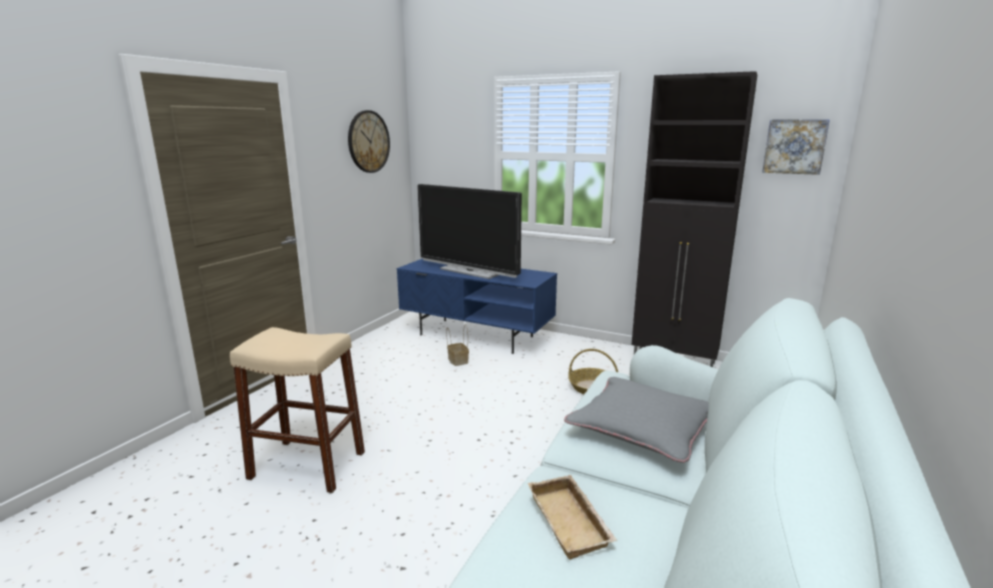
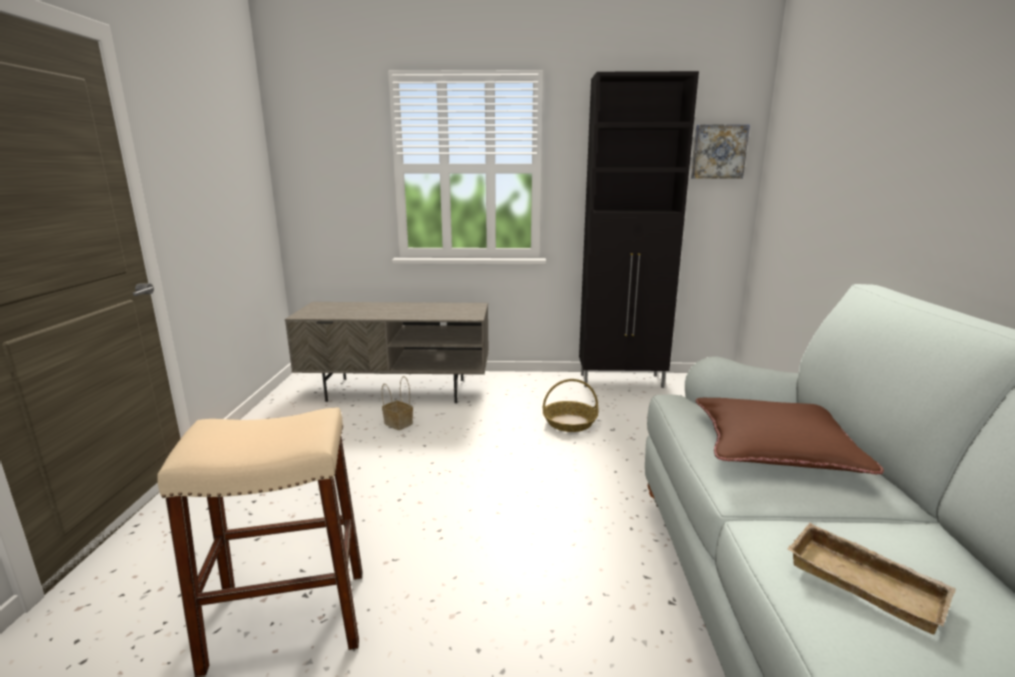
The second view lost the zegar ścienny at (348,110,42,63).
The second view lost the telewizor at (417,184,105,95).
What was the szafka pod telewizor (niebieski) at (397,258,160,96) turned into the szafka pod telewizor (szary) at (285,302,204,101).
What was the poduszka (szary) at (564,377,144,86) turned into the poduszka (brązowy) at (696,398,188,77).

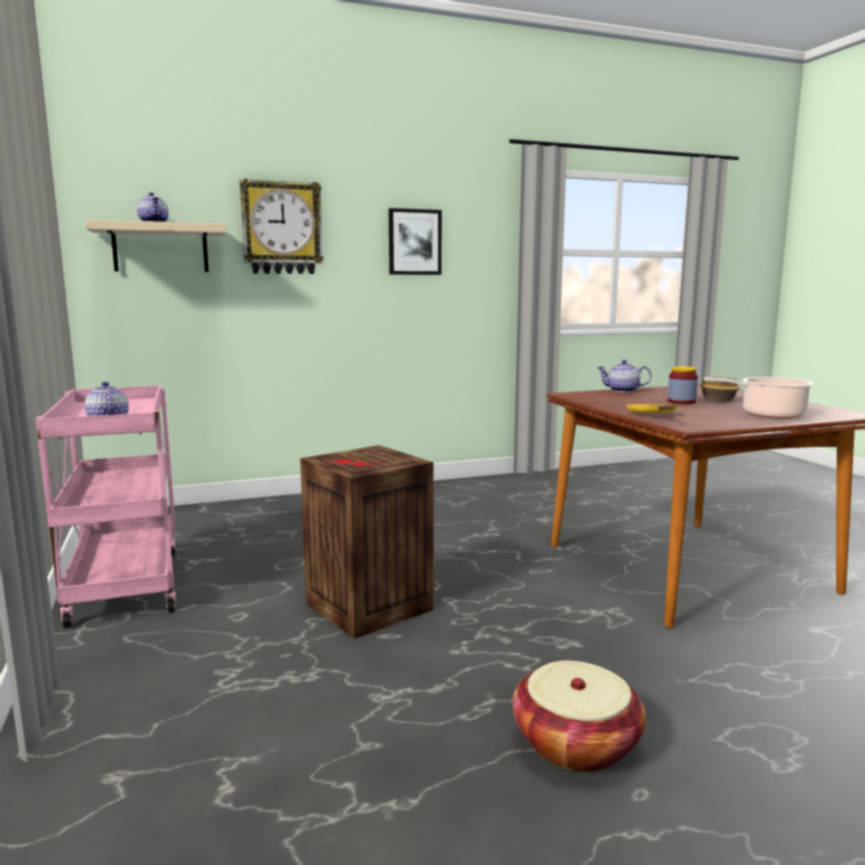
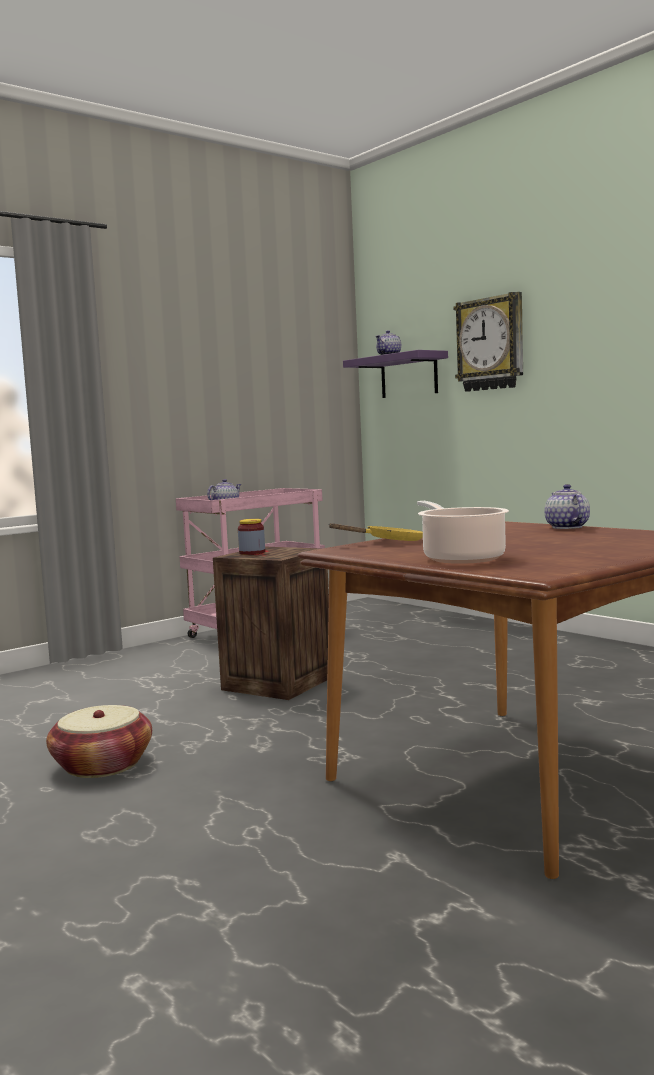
The second view lost the obraz at (389,208,53,67).
The second view lost the miska at (699,376,42,26).
The słoik ended up elsewhere, having gone from (667,366,31,38) to (238,519,27,36).
What was the półka (beżowy) at (85,220,141,52) turned into the półka (fioletowy) at (343,350,105,48).

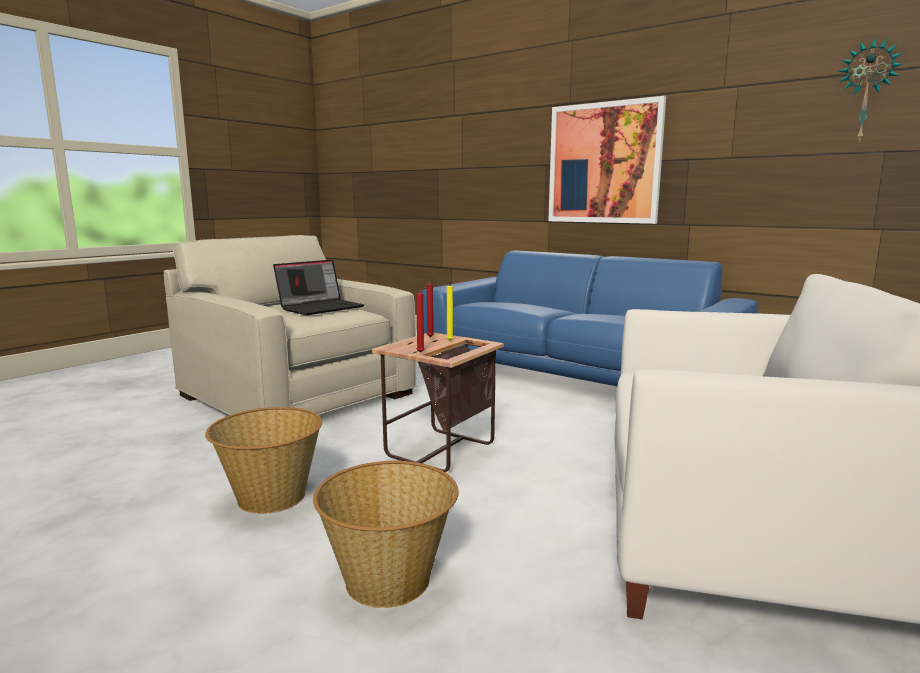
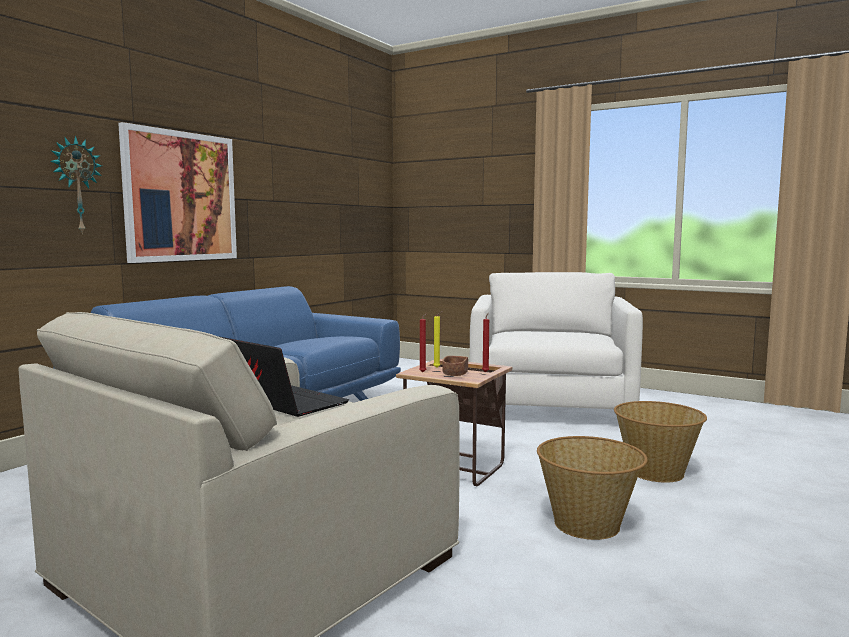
The second view gained the miska (brązowy) at (442,356,26,20).
The zegar ścienny ended up elsewhere, having gone from (838,38,65,105) to (50,136,52,98).

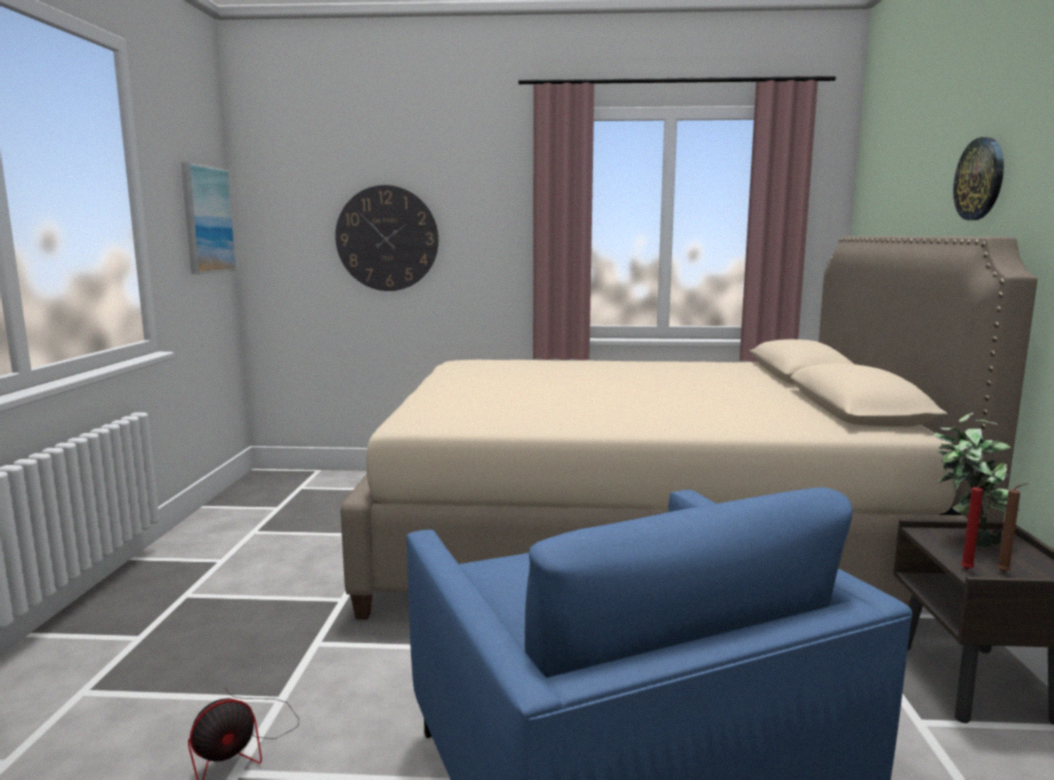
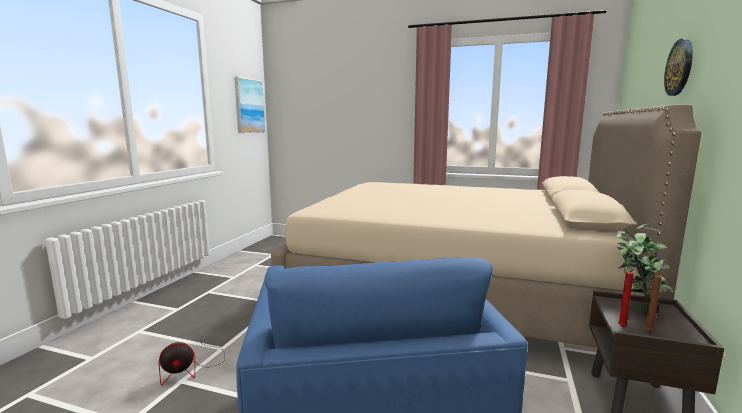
The second view lost the zegar ścienny at (335,185,104,106).

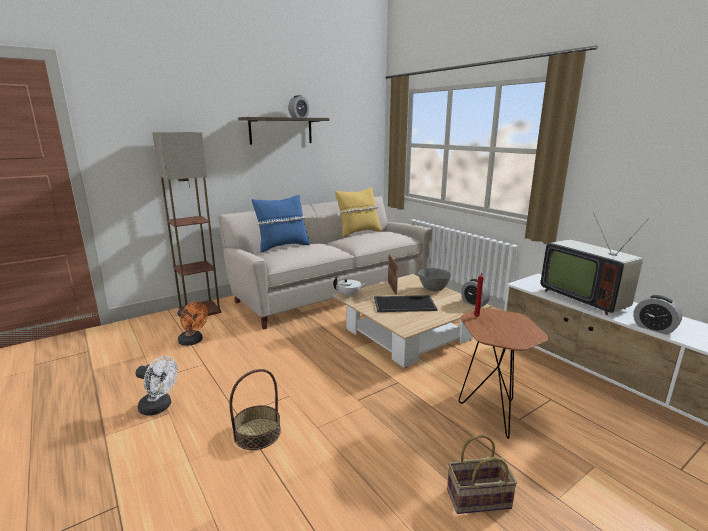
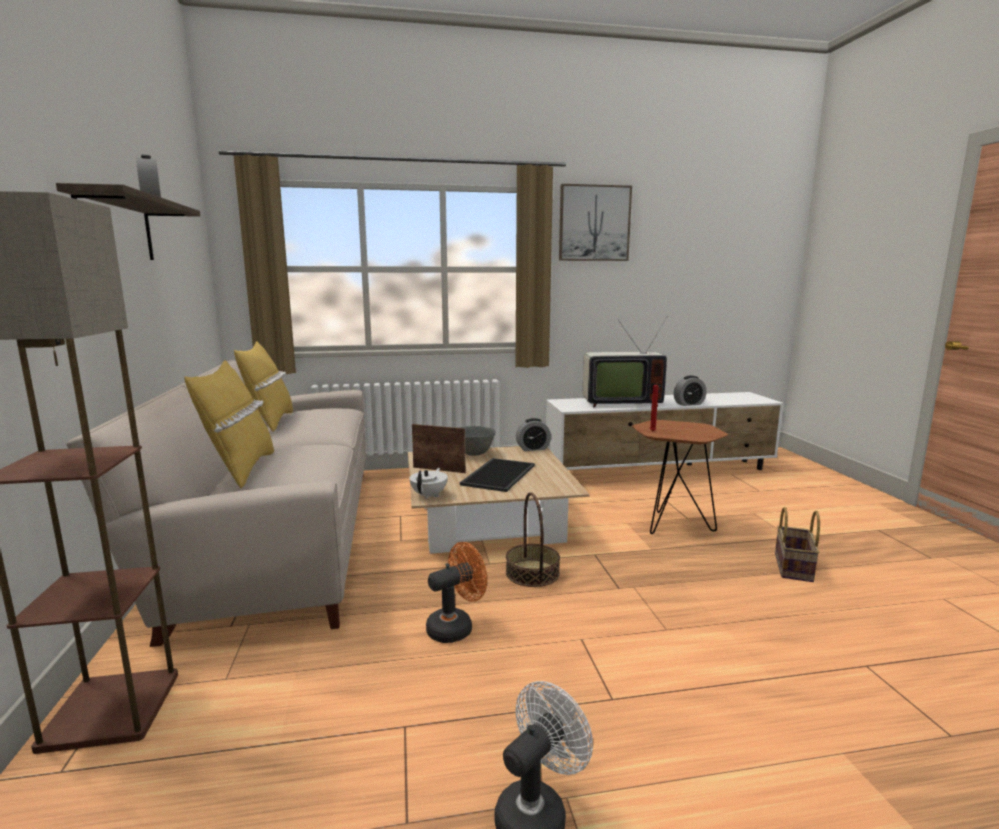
The second view gained the obraz at (559,184,73,77).
The wentylator (pomarańczowy) ended up elsewhere, having gone from (178,301,30,45) to (426,542,61,101).
The koszyk ended up elsewhere, having gone from (229,369,52,81) to (506,492,54,95).
What was the poduszka (niebieski) at (252,195,58,58) turned into the poduszka (żółty) at (184,360,90,128).

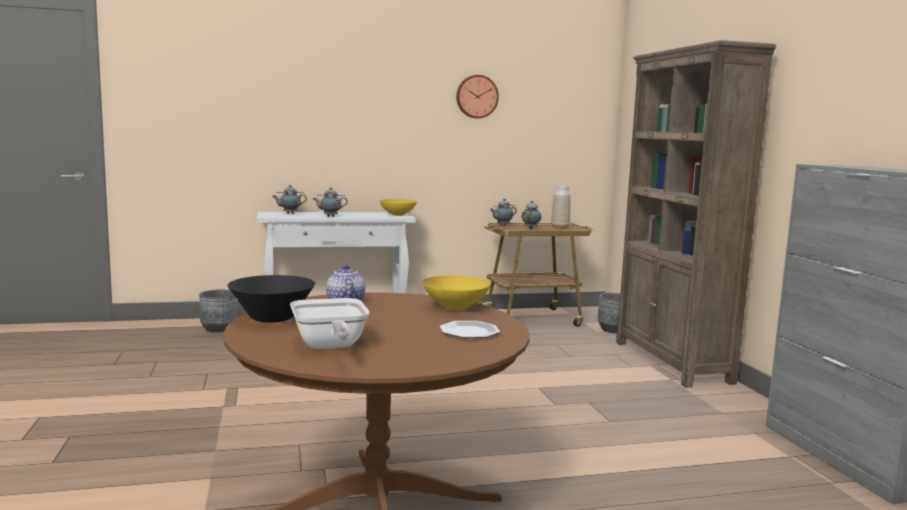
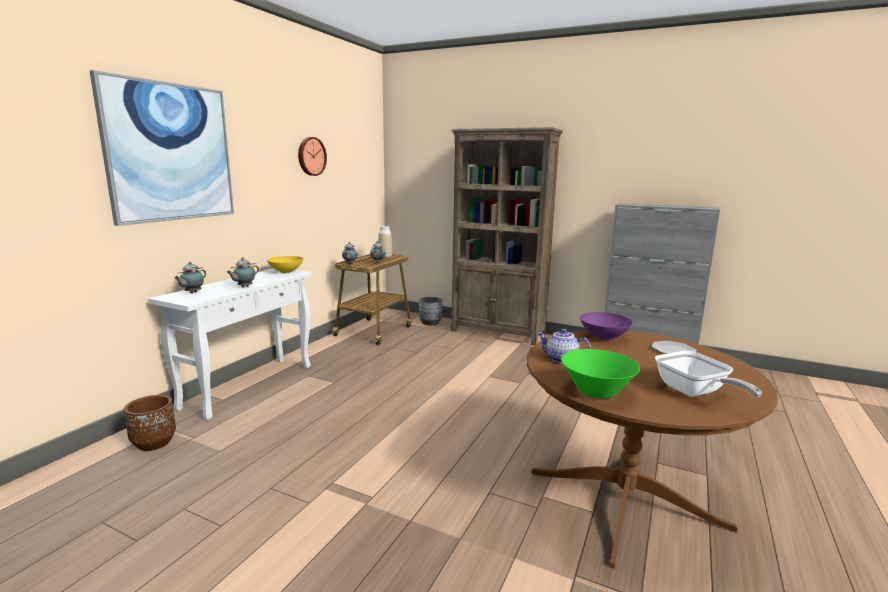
The second view gained the obraz at (90,70,144,156).
What was the donica (szary) at (199,290,38,43) turned into the donica (brązowy) at (124,395,52,56).
What was the miska (czarny) at (227,275,88,48) turned into the miska (zielony) at (561,349,79,50).
What was the miska (żółty) at (423,276,68,34) turned into the miska (fioletowy) at (580,312,52,28).
The patelnia at (290,298,80,51) ended up facing another way, 45 degrees clockwise from before.

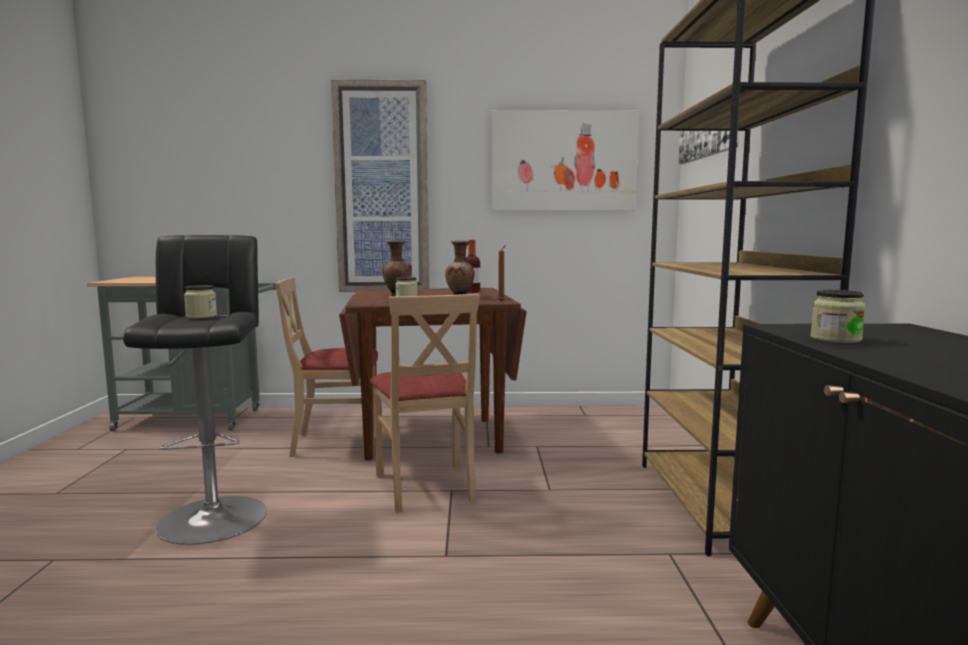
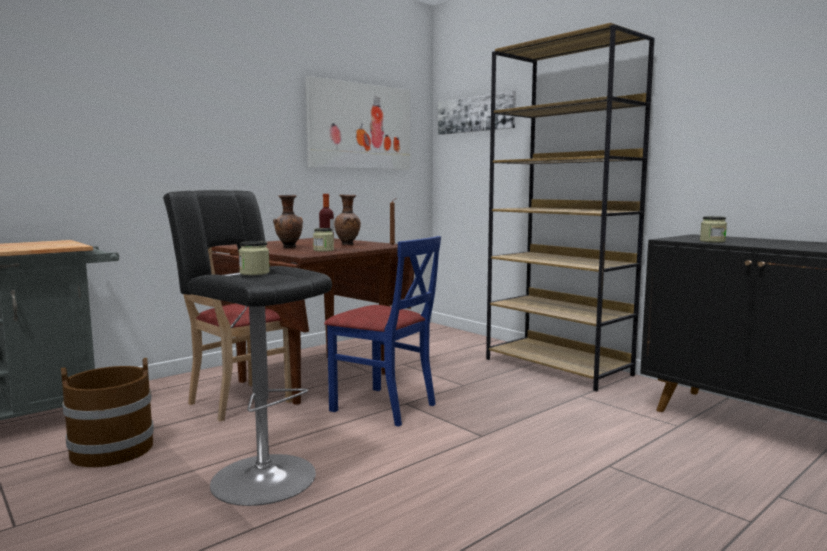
The second view lost the obraz at (331,80,98,212).
The second view gained the wiadro (brązowy) at (61,358,93,109).
What was the krzesło (beżowy) at (370,294,110,219) turned into the krzesło (niebieski) at (324,236,117,191).

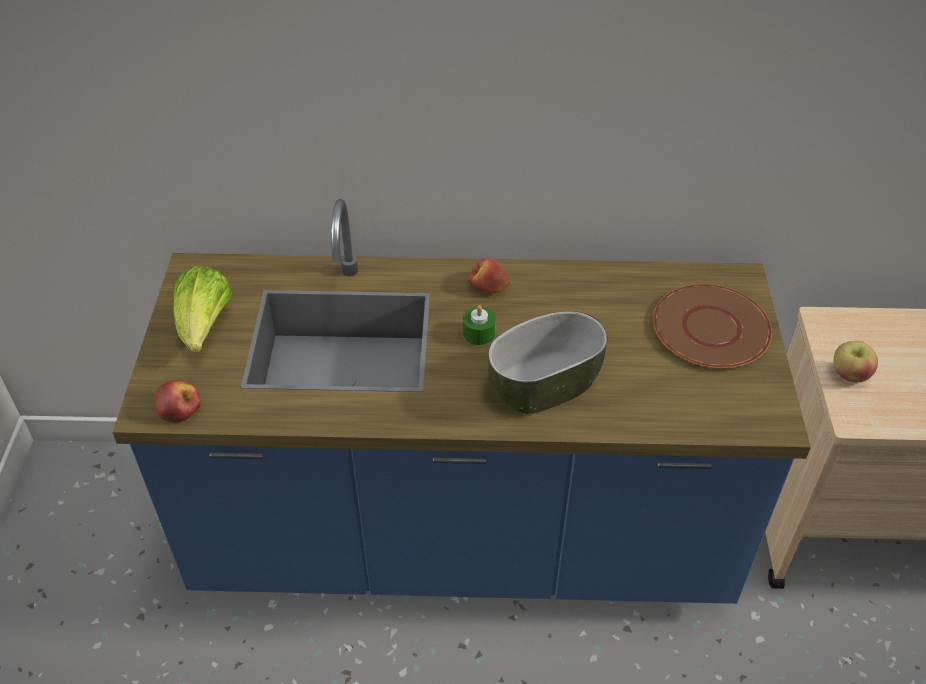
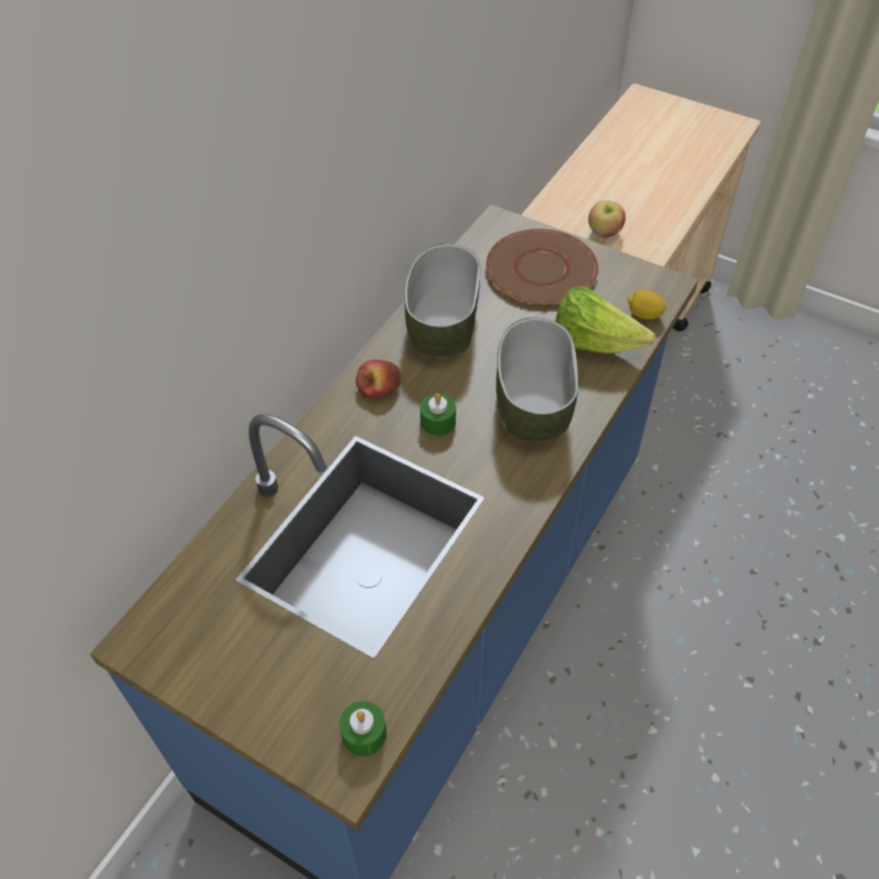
The second view gained the miska at (404,244,76,112).
The second view gained the cytryna at (627,290,39,30).
The sałata ended up elsewhere, having gone from (173,266,59,86) to (555,286,101,67).
Where the jabłko stood at (155,380,45,43), the świeca (zielony) came to stand at (339,701,48,55).

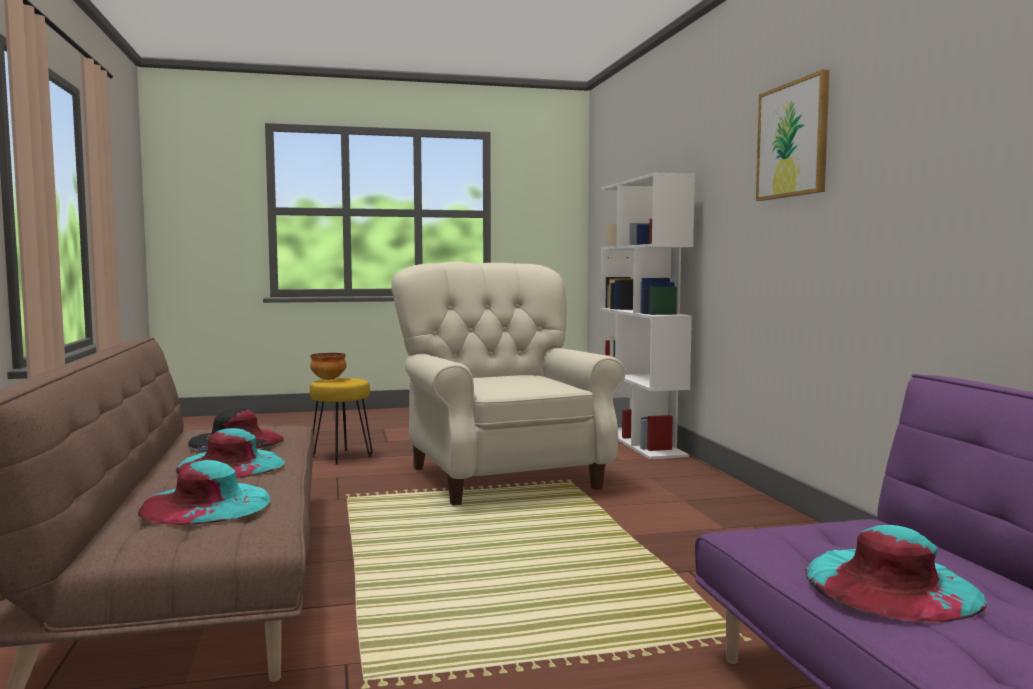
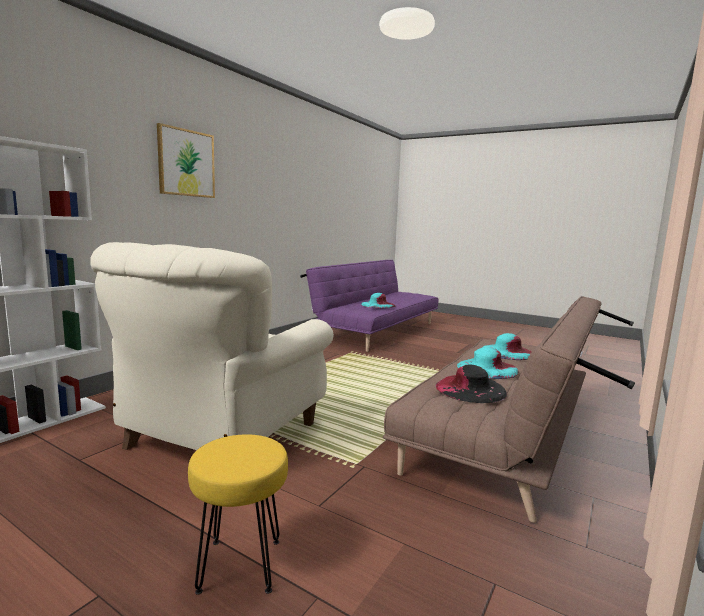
The second view lost the miska at (310,353,36,27).

